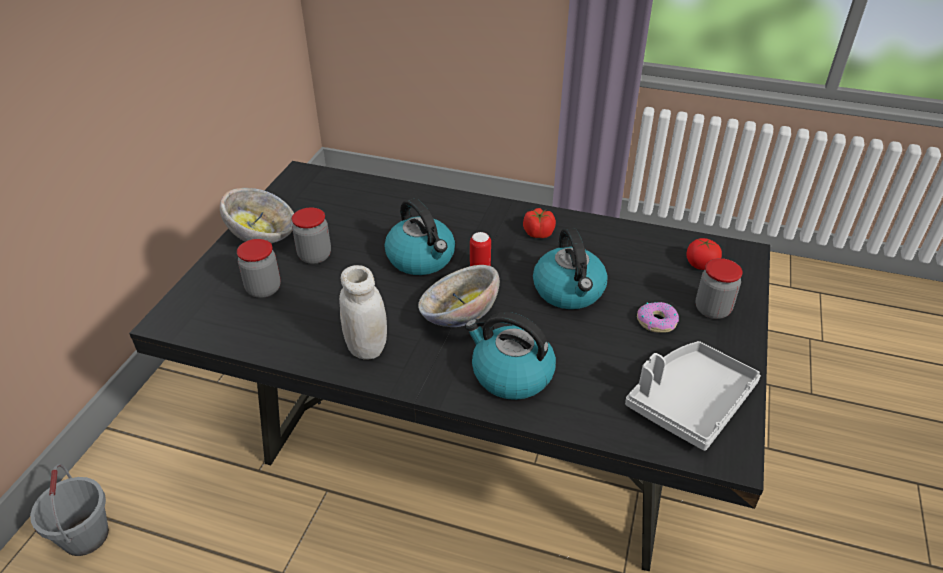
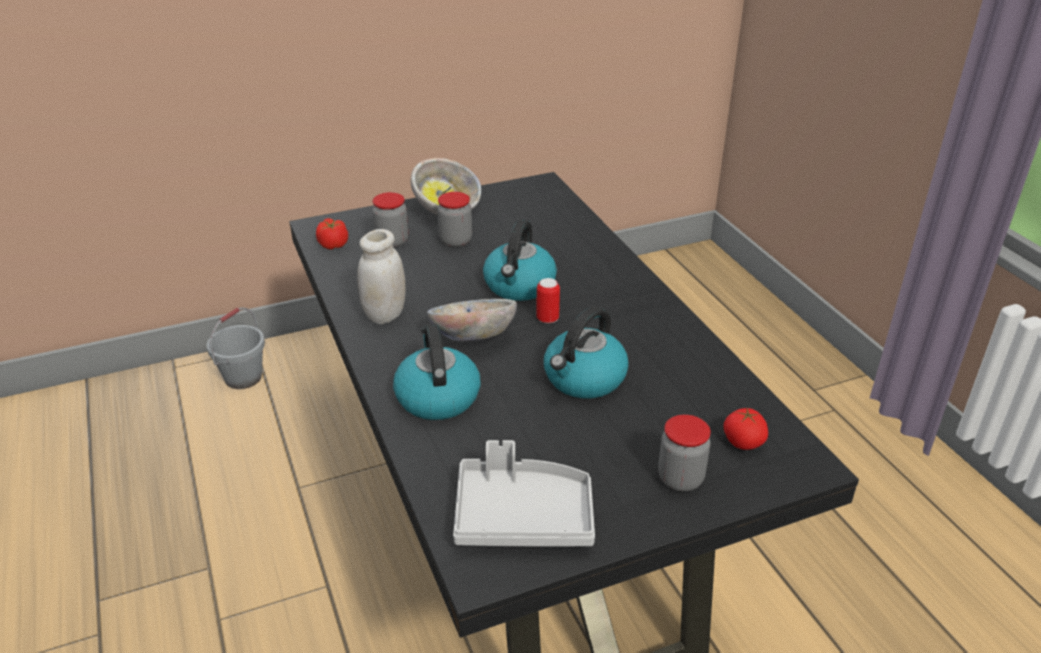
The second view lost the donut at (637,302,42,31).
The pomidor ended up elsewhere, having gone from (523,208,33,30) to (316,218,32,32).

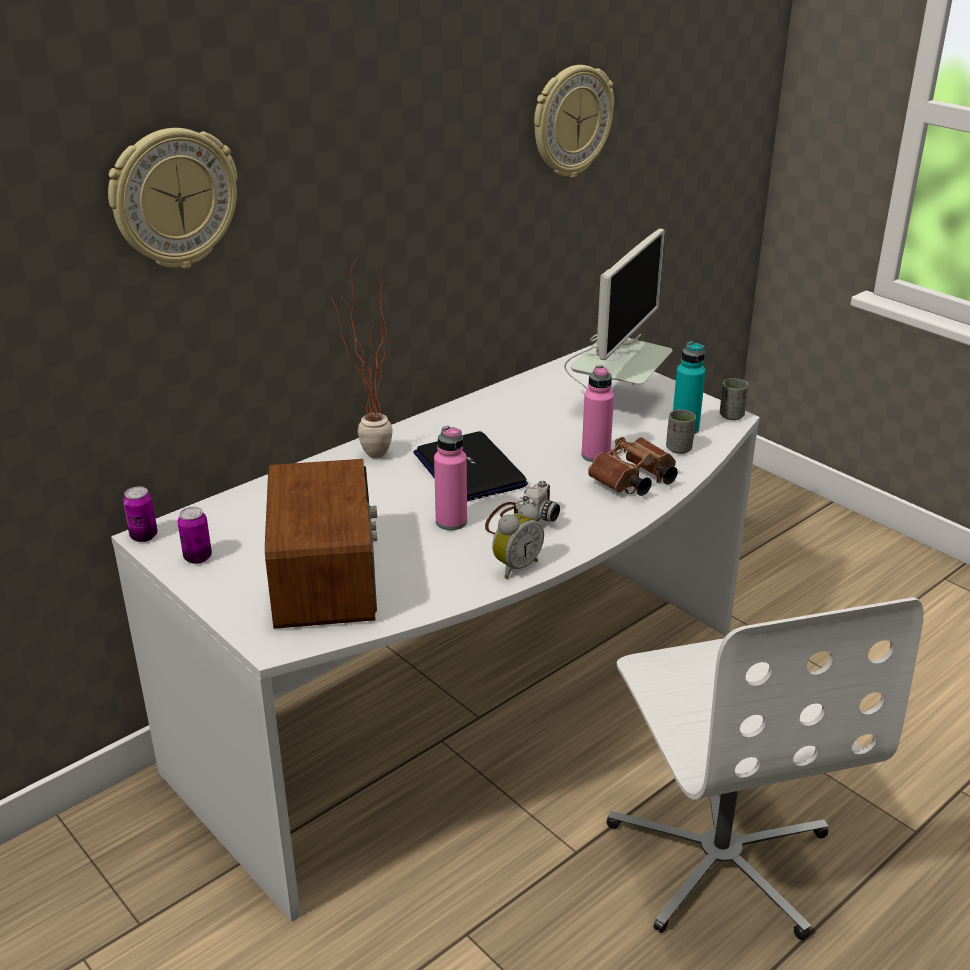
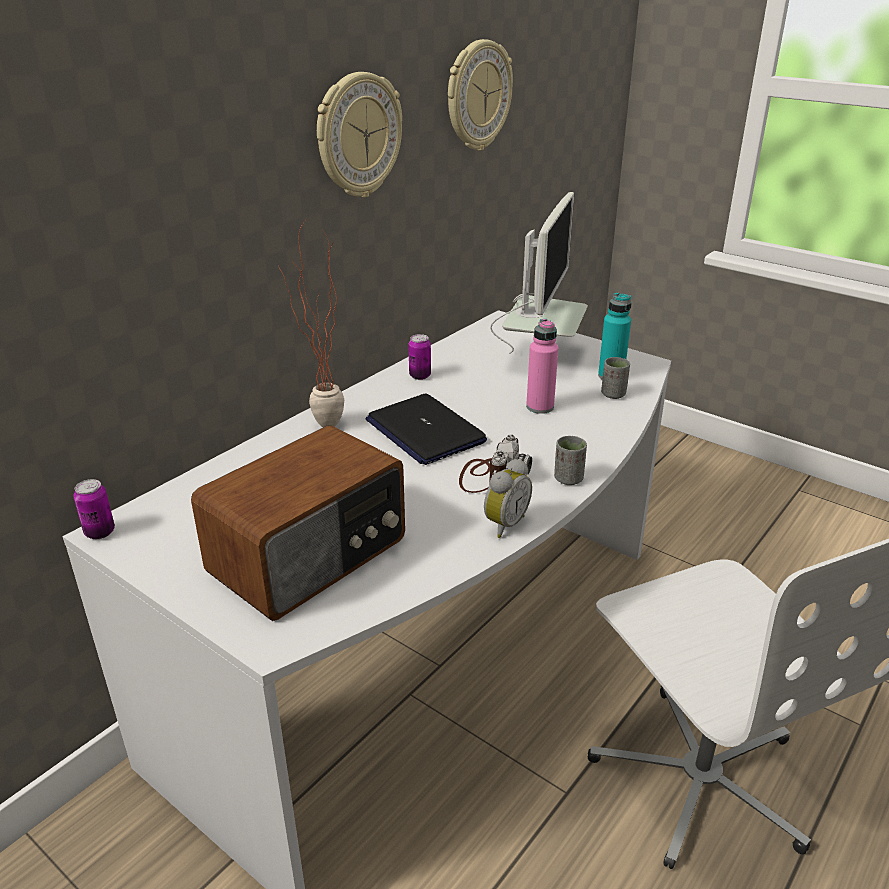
The second view lost the butelka (różowy) at (434,426,33,104).
The second view lost the lornetka (brązowy) at (588,437,90,59).
The zegar ścienny ended up elsewhere, having gone from (108,128,129,140) to (317,72,85,125).
The puszka ended up elsewhere, having gone from (178,507,34,57) to (408,334,23,46).
The filiżanka (szary) ended up elsewhere, having gone from (720,378,29,42) to (554,436,33,49).
The radio at (265,459,112,170) ended up facing another way, 60 degrees clockwise from before.

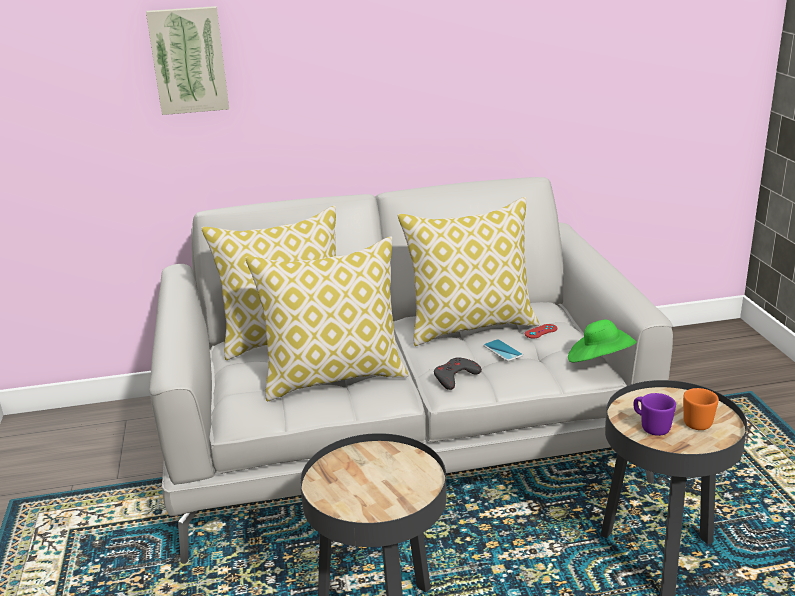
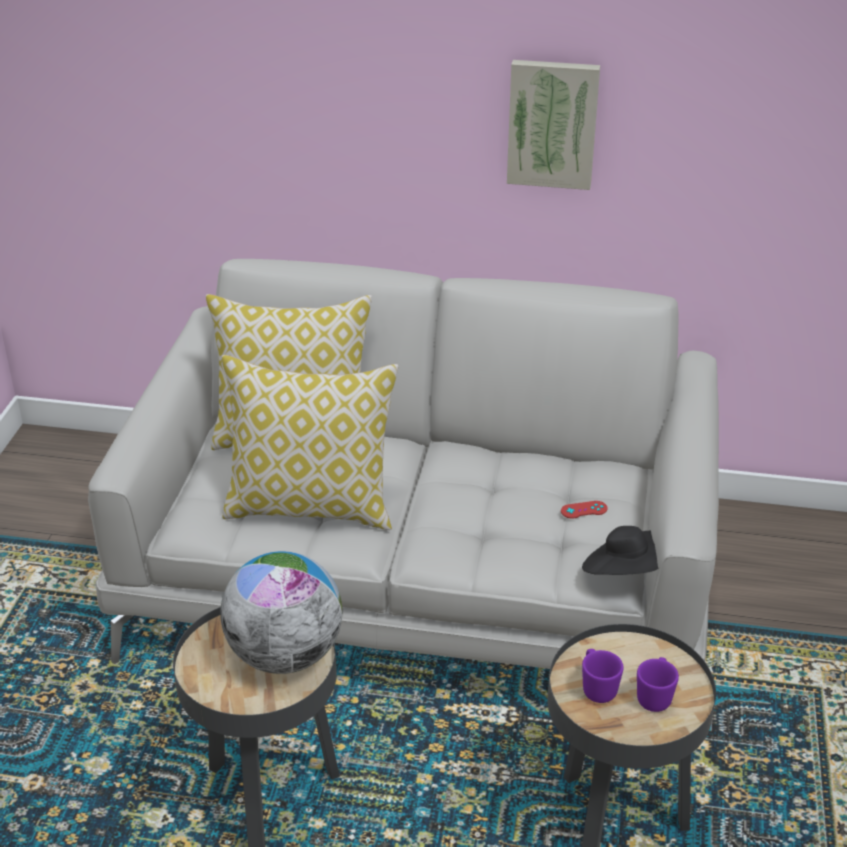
The second view lost the poduszka at (398,197,141,149).
The second view lost the pad do gier (szary) at (434,357,48,33).
The second view lost the telefon at (483,339,40,22).
The second view gained the globus at (220,551,122,123).
The obraz ended up elsewhere, having gone from (146,6,83,109) to (507,60,93,130).
What was the kapelusz (zielony) at (568,320,69,42) turned into the kapelusz (czarny) at (582,526,76,49).
What was the kubek (pomarańczowy) at (683,388,36,42) turned into the kubek (fioletowy) at (637,657,42,55).

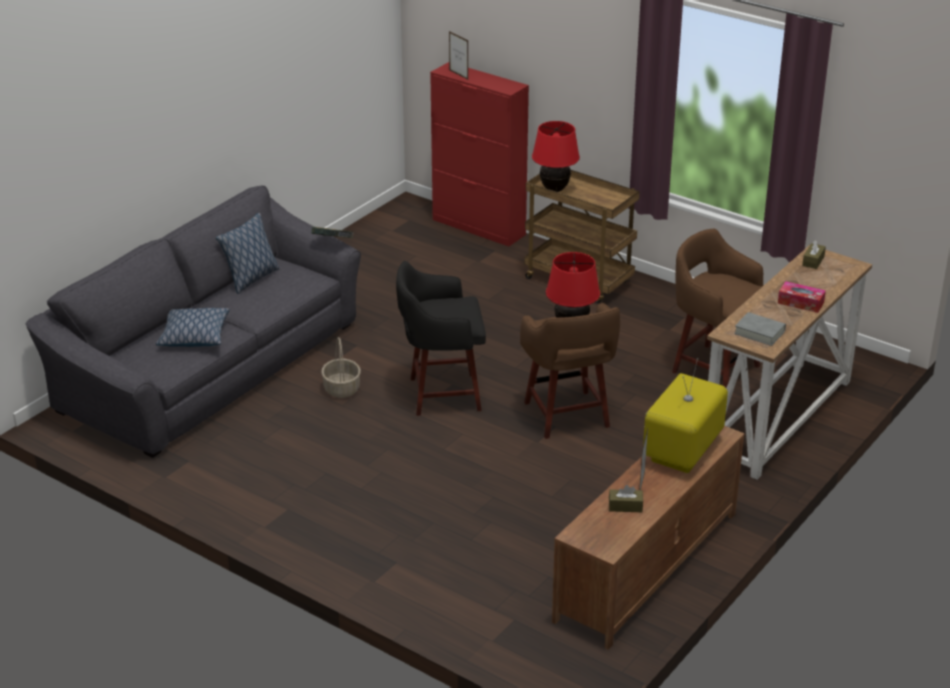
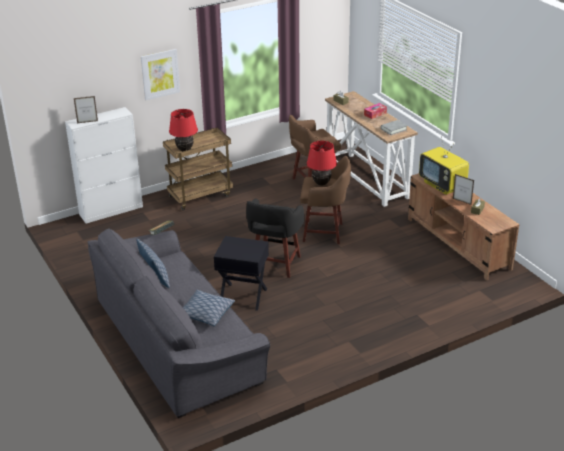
The second view gained the obraz at (141,49,39,51).
Where the koszyk stood at (321,337,40,61), the stolik (czarny) came to stand at (214,236,55,75).
What was the szafka (czerwony) at (430,62,99,184) turned into the szafka (biały) at (65,107,78,117).

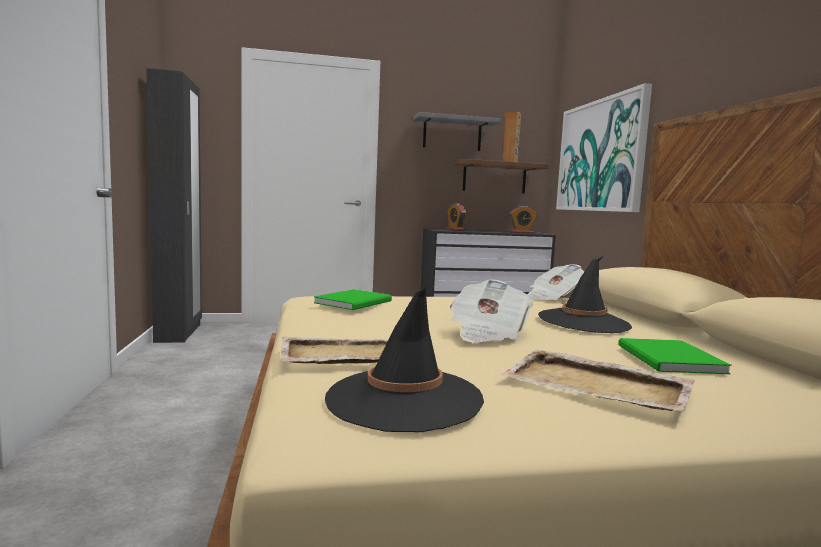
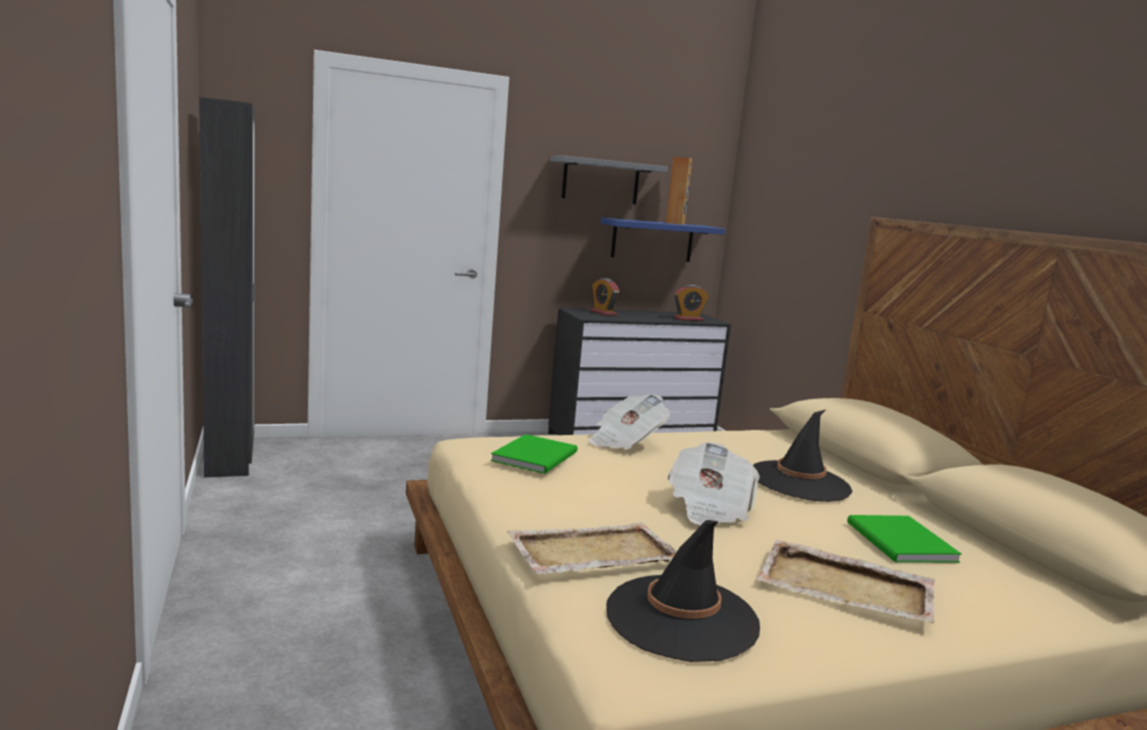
The second view lost the obraz at (556,83,96,129).
The gazeta ended up elsewhere, having gone from (527,264,57,36) to (589,394,81,56).
What was the półka (brązowy) at (454,159,95,35) turned into the półka (niebieski) at (601,218,124,44).

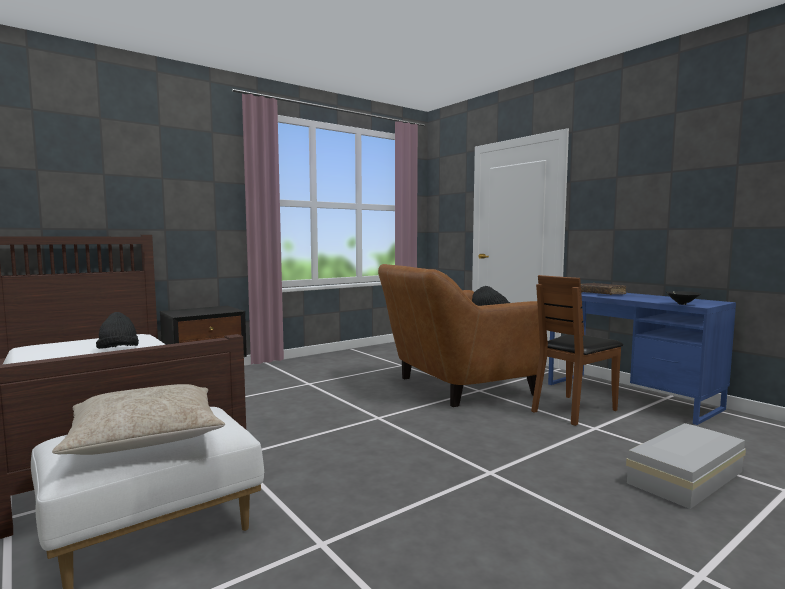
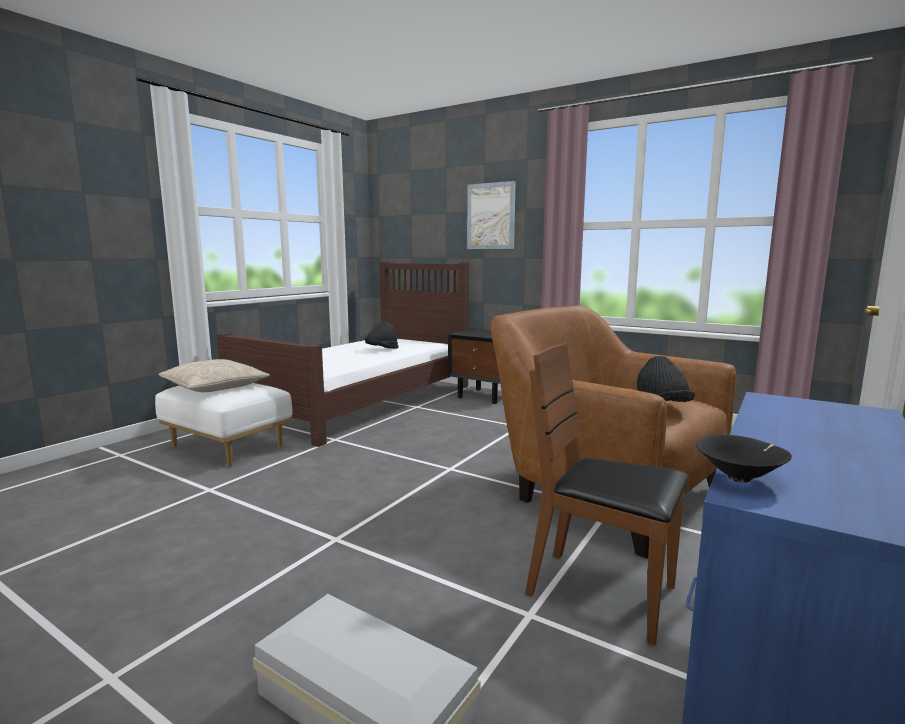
The second view lost the książka (brązowy) at (581,283,45,12).
The second view gained the obraz at (467,181,49,68).

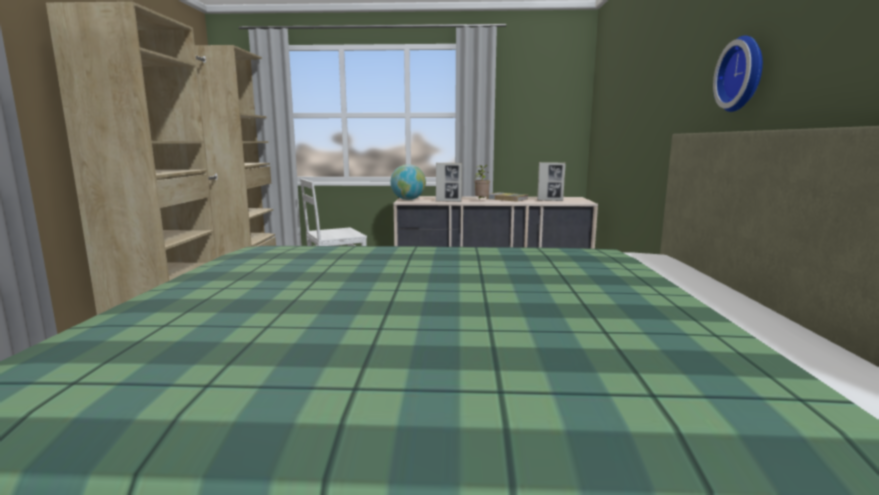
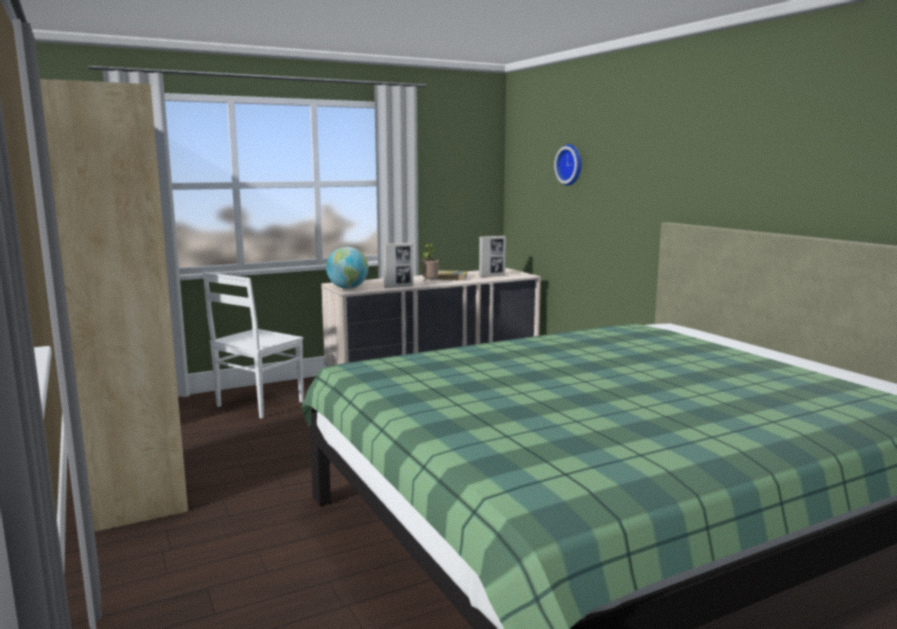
The zegar ścienny ended up elsewhere, having gone from (713,35,50,77) to (554,144,28,42).

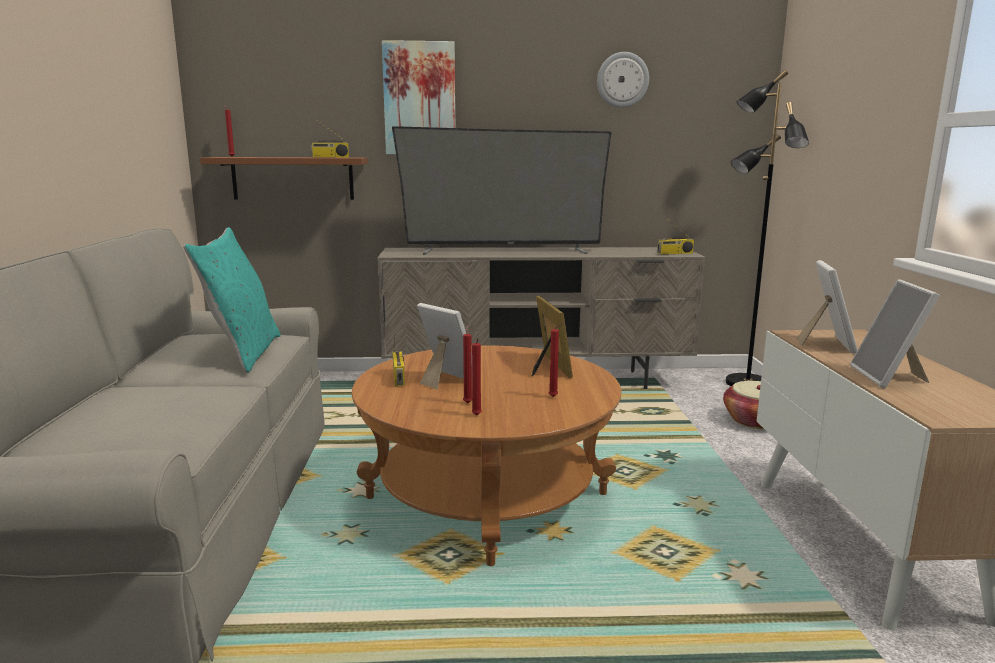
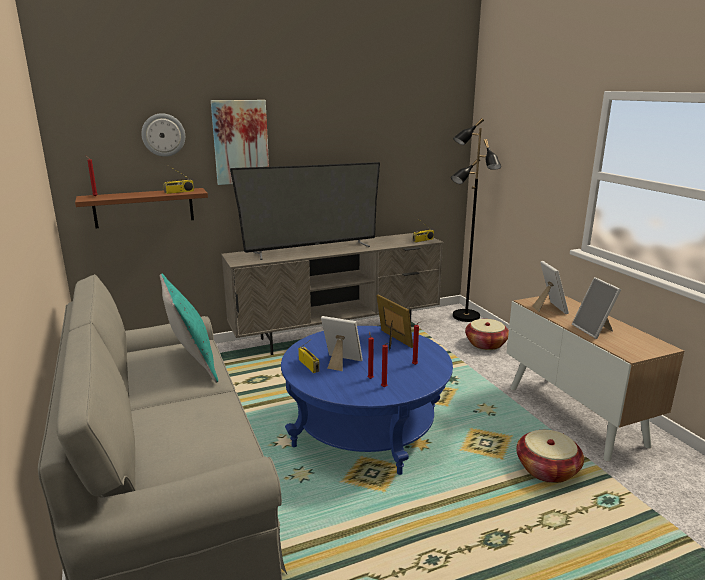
The second view gained the koszyk at (516,430,68,53).
The zegar ścienny ended up elsewhere, having gone from (597,52,52,56) to (141,113,44,44).
What was the ława (brązowy) at (352,345,270,221) turned into the ława (niebieski) at (281,326,172,149).

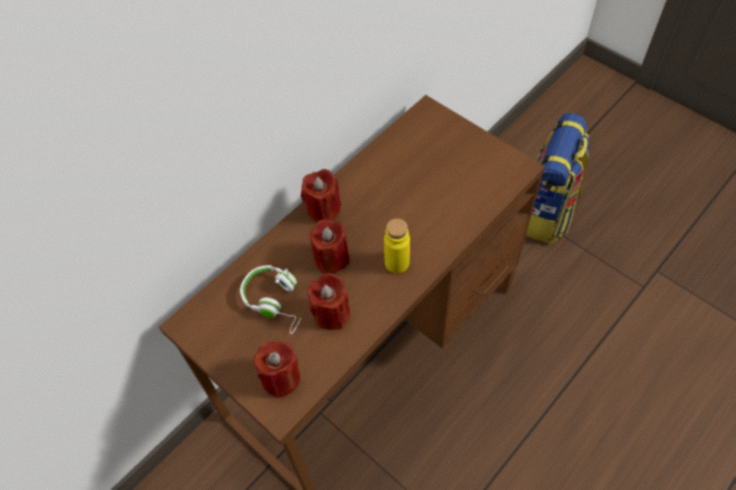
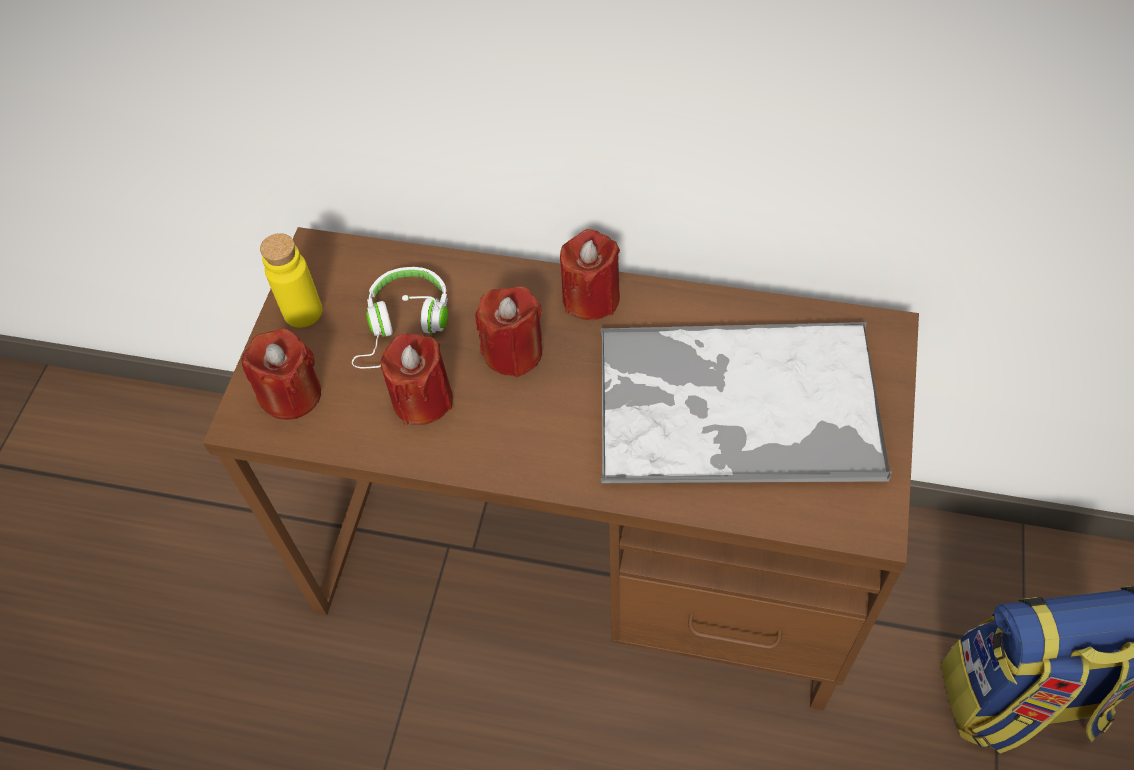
The second view gained the taca at (601,321,291,164).
The butelka (żółty) ended up elsewhere, having gone from (384,218,26,55) to (260,233,62,95).

